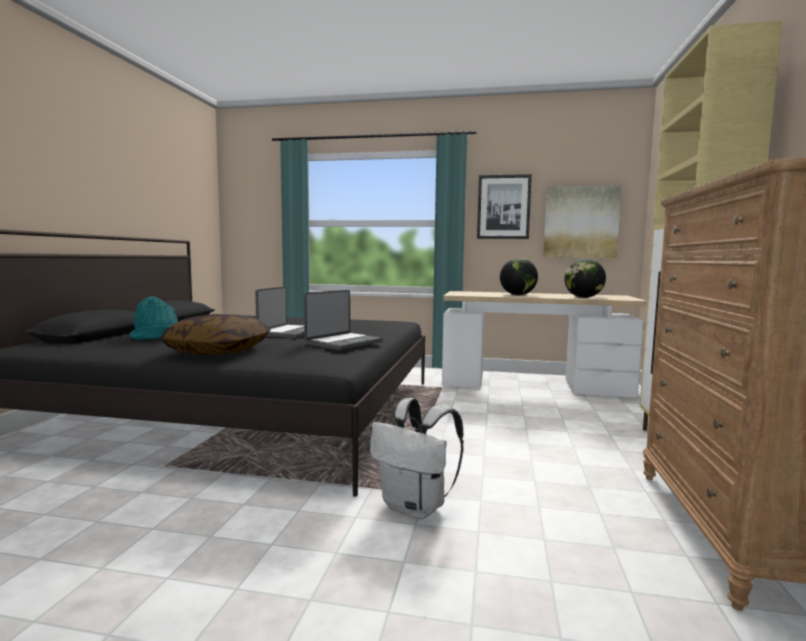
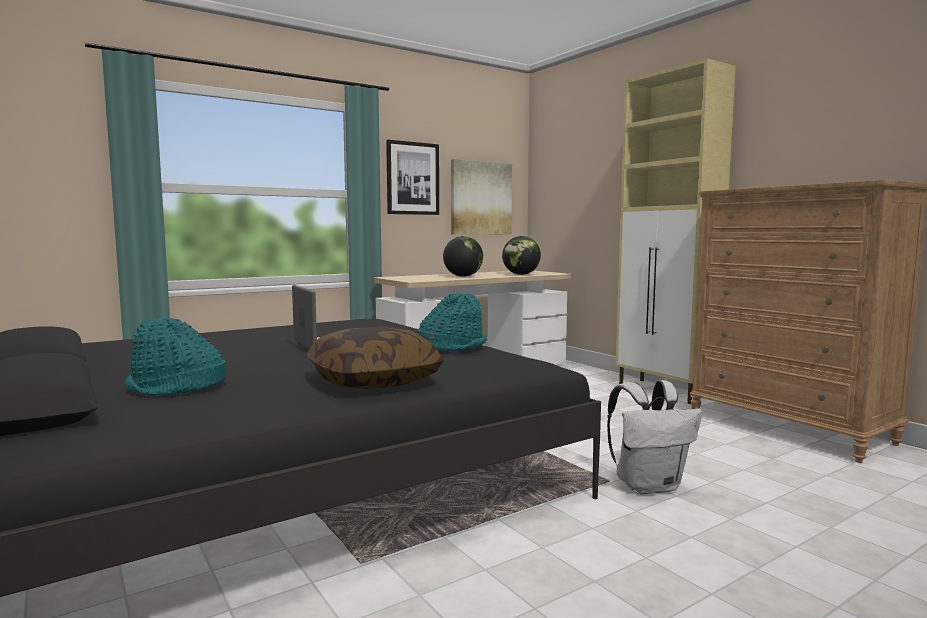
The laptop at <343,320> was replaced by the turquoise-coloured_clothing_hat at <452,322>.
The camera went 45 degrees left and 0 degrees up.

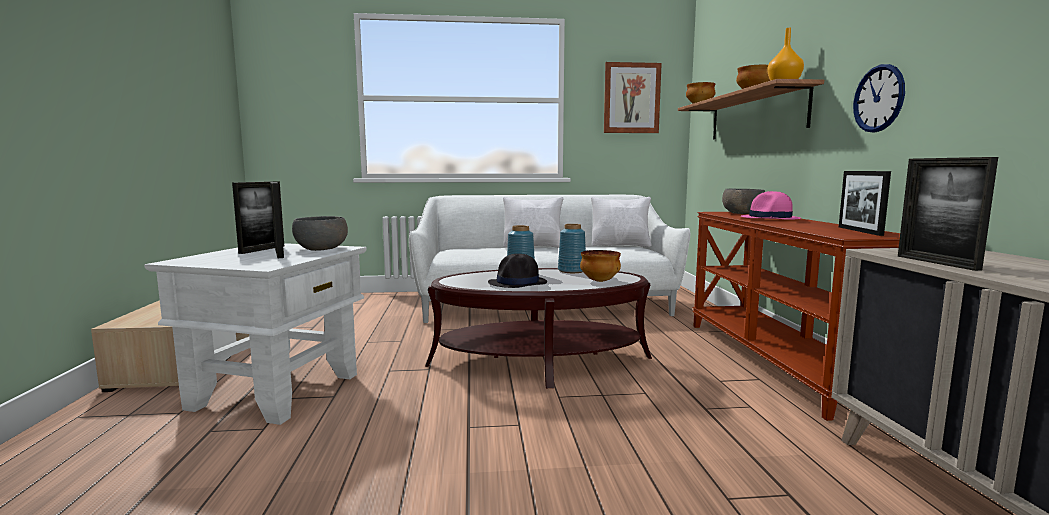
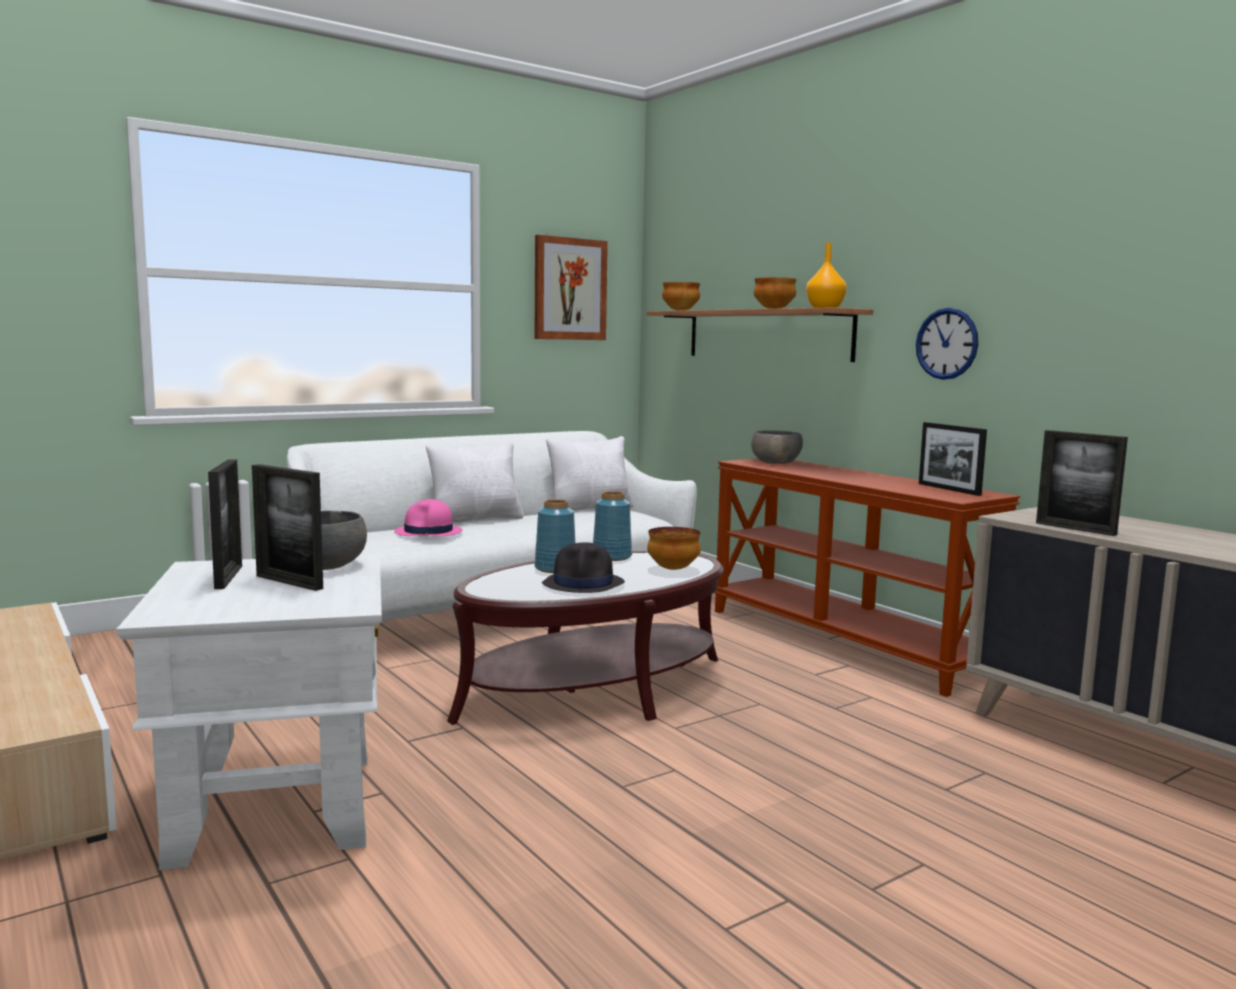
The pink-coloured_clothing_hat moved from <771,205> to <428,517>.
The camera went 30 degrees left and 0 degrees up.

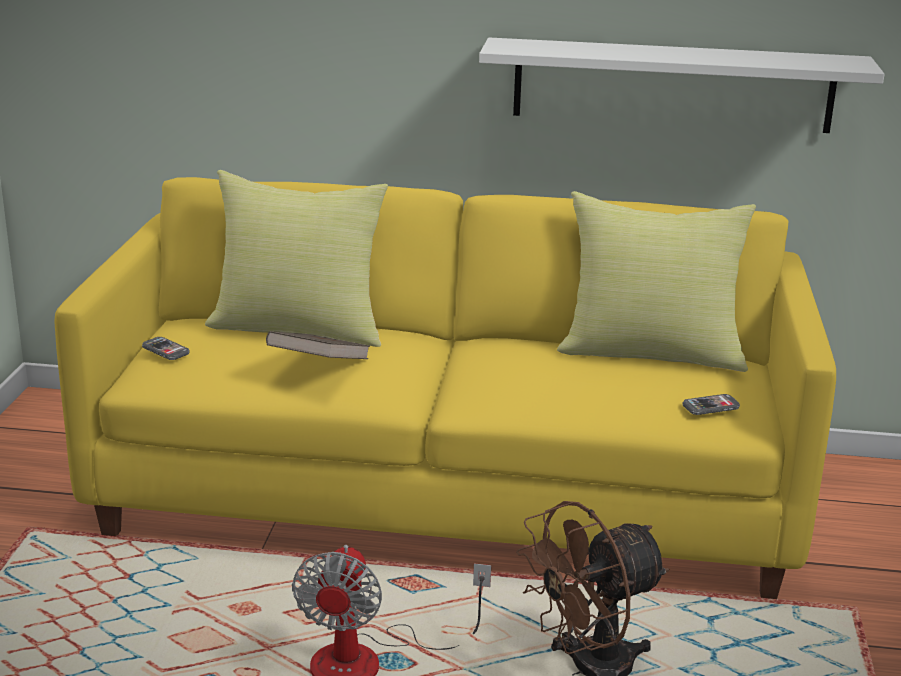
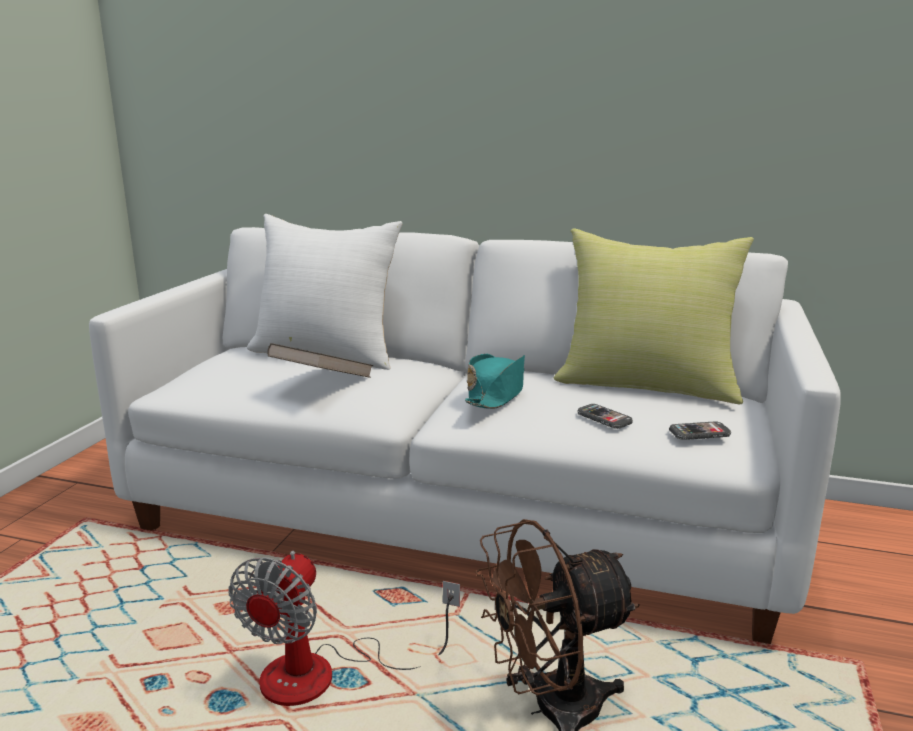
The yellow-coloured_sofa at <445,388> became the white_sofa at <465,435>.
The yellow-coloured_pillow at <296,258> became the white_pillow at <325,292>.
The turquoise-coloured_clothing_hat at <495,381> appeared.
The telephone moved from <166,348> to <605,416>.
The white_shelf at <682,85> disappeared.
The camera went 10 degrees right and 5 degrees down.

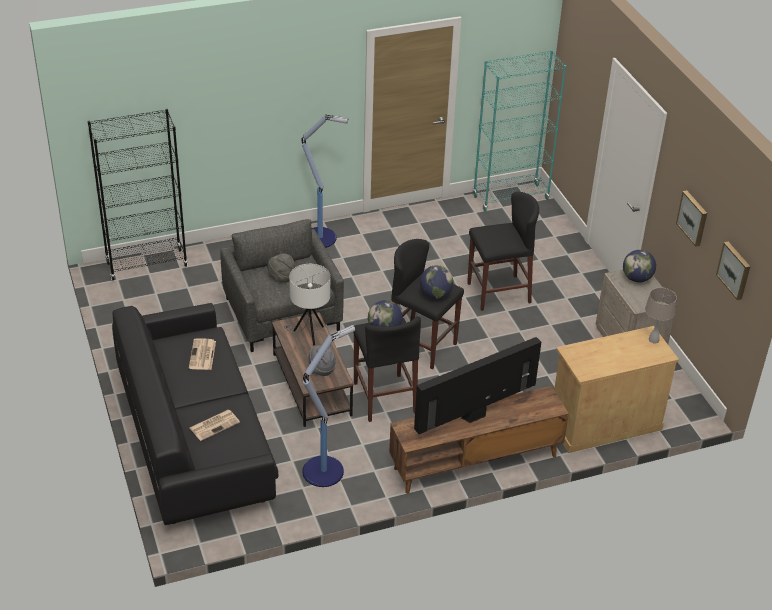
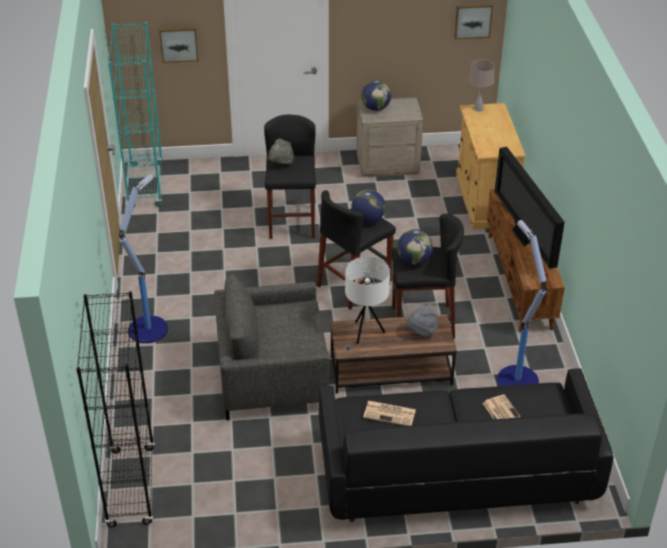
The wall_art moved from <691,219> to <178,45>.
The grey_clothing_hat moved from <281,267> to <281,151>.
The camera went 75 degrees left and 0 degrees up.

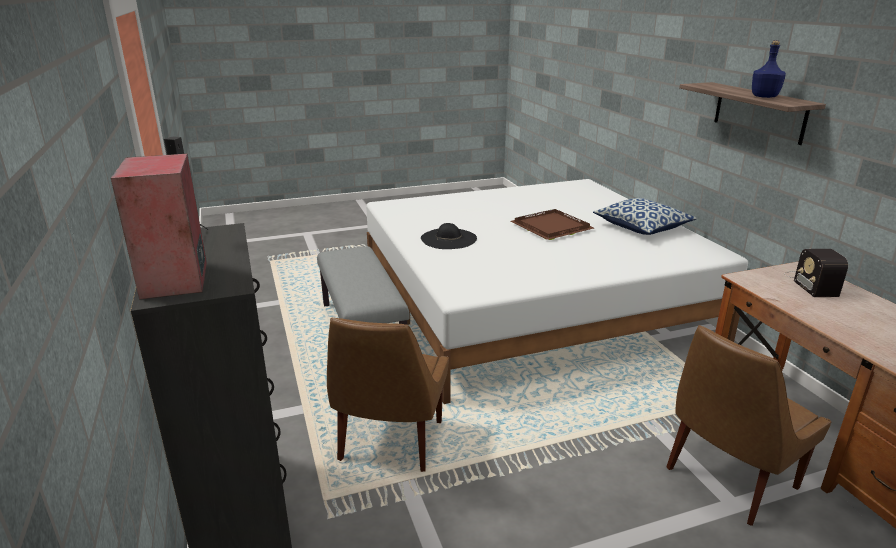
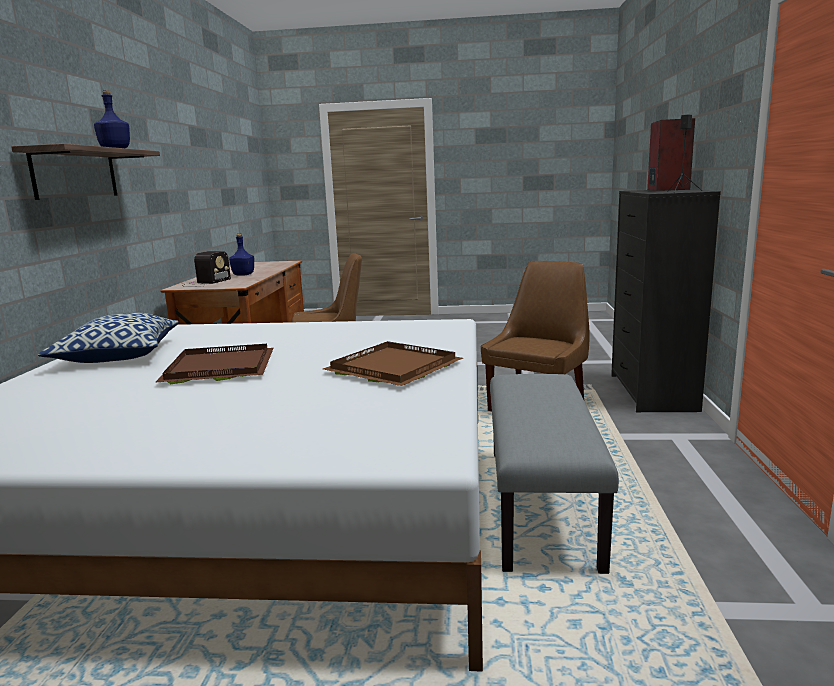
The bluish_drink_bottle at <241,254> appeared.
The blackish_clothing_hat at <449,236> was replaced by the brown-coloured_tray at <393,363>.
The camera went 155 degrees left and 10 degrees down.

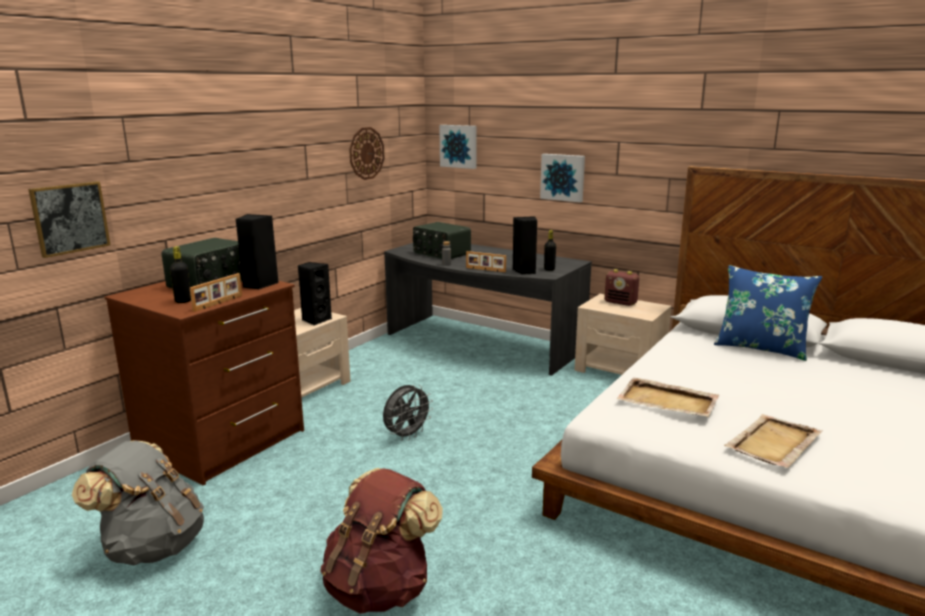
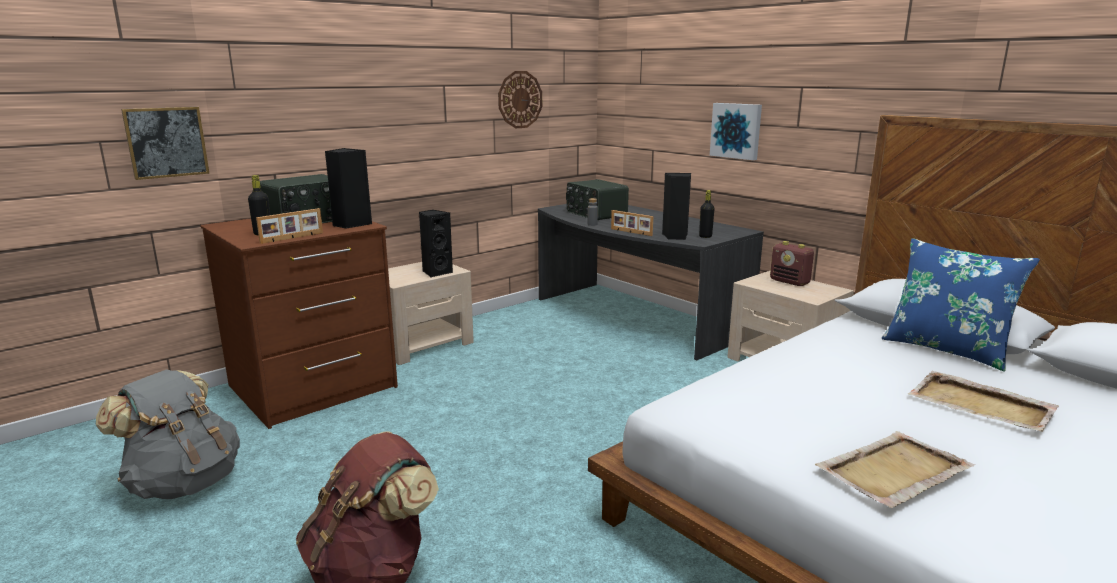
The beige-coloured_tray moved from <668,397> to <983,401>.
The grey_electric_fan at <408,413> disappeared.
The wall_art at <458,147> disappeared.
The camera went 15 degrees right and 0 degrees up.

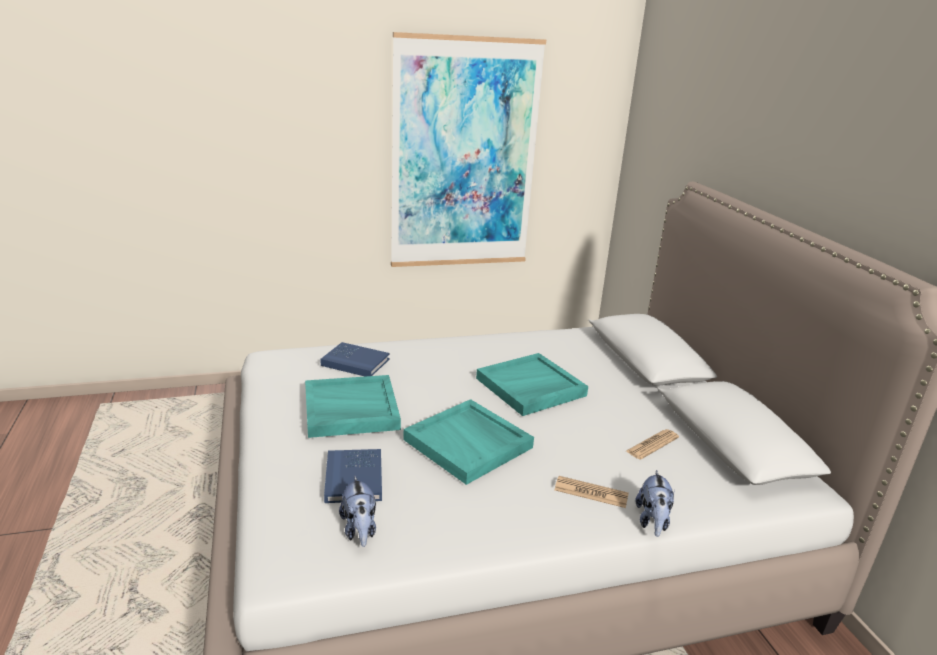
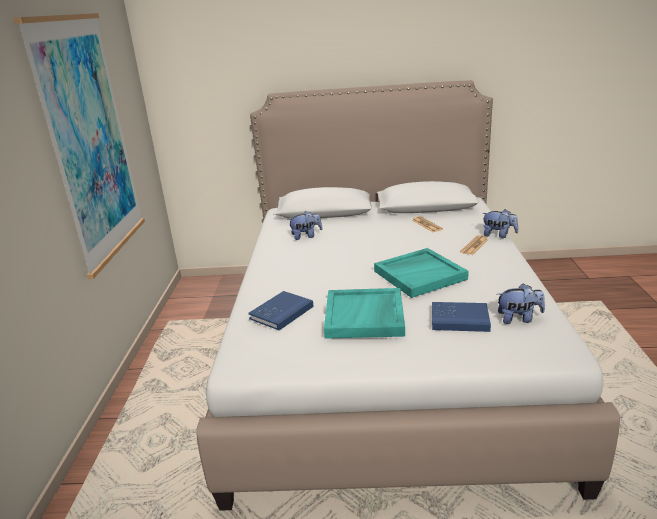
The soft_toy at <305,225> appeared.
The turquoise-coloured_tray at <532,384> disappeared.
The camera went 70 degrees left and 0 degrees up.

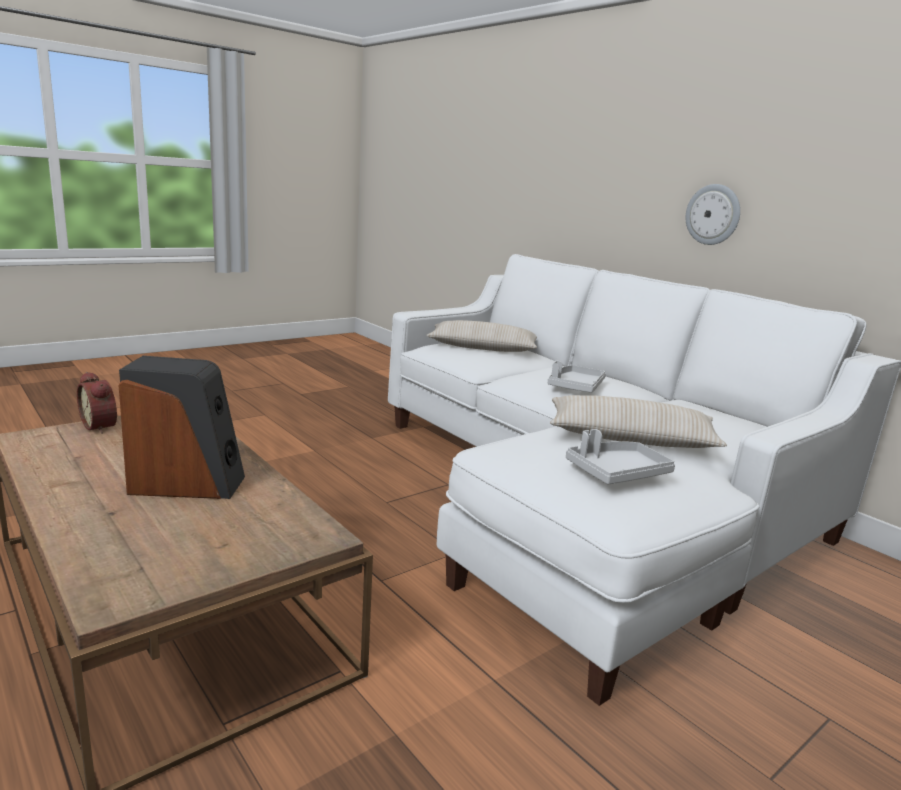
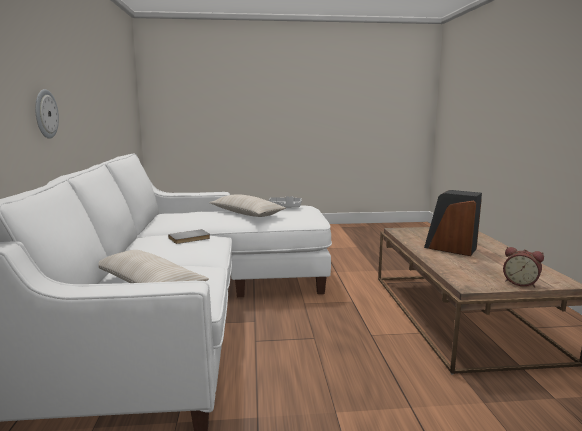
The grey_tray at <577,377> was replaced by the grey_volume at <189,236>.
The table_clock at <97,403> turned 135 degrees clockwise.
The camera went 145 degrees left and 5 degrees down.

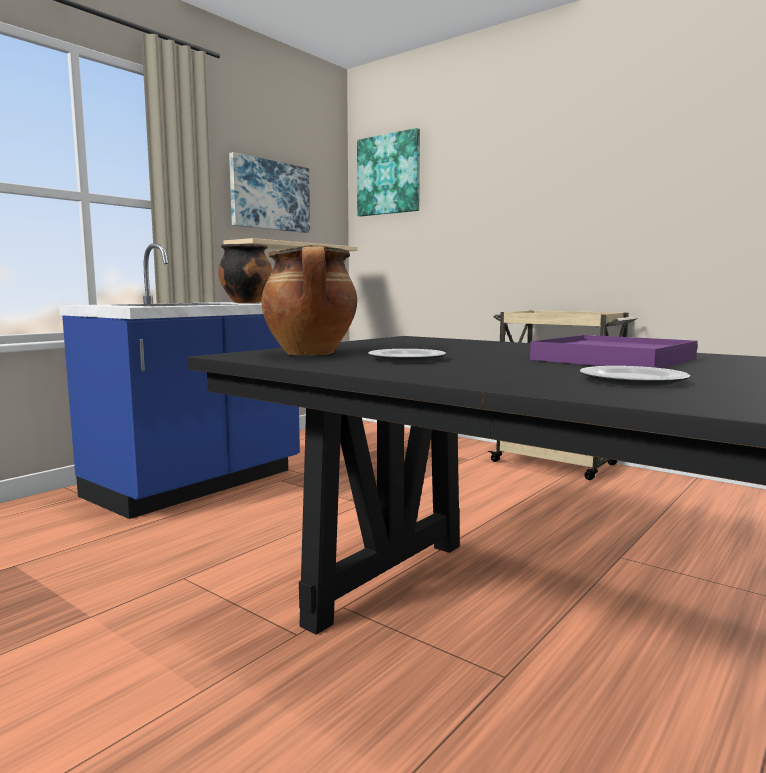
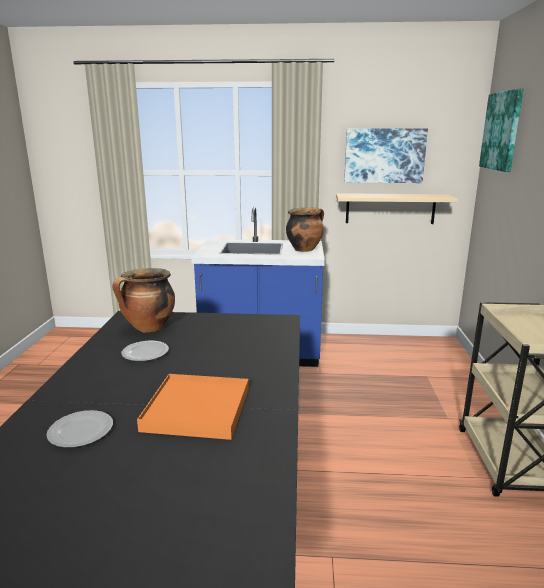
The purple_tray at <614,351> became the orangey_tray at <193,407>.
The camera went 55 degrees right and 10 degrees up.

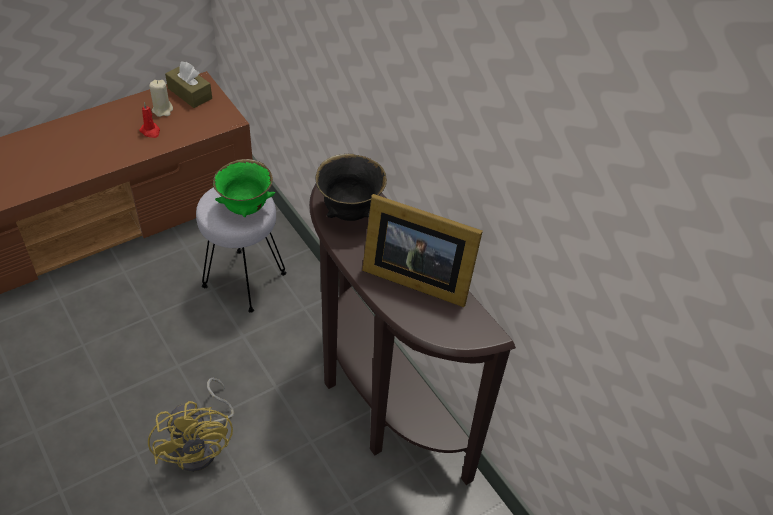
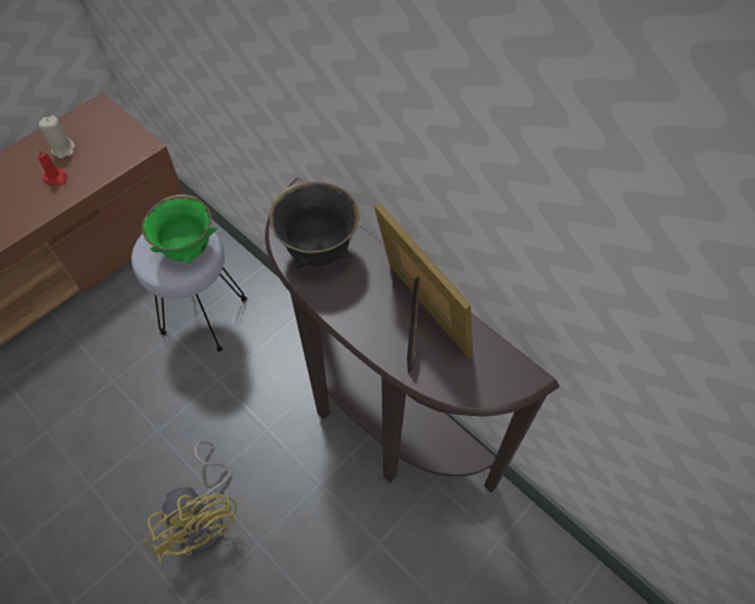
The photo_frame at <422,250> turned 135 degrees counterclockwise.
The brown-coloured_tissue_box at <188,84> disappeared.
The camera went 10 degrees left and 10 degrees up.

